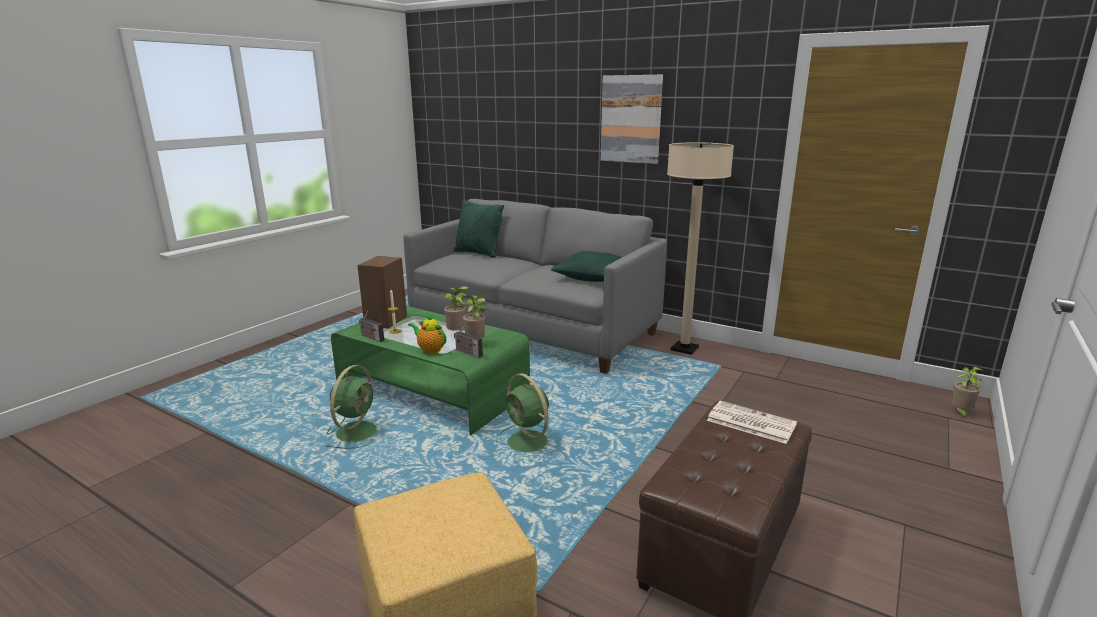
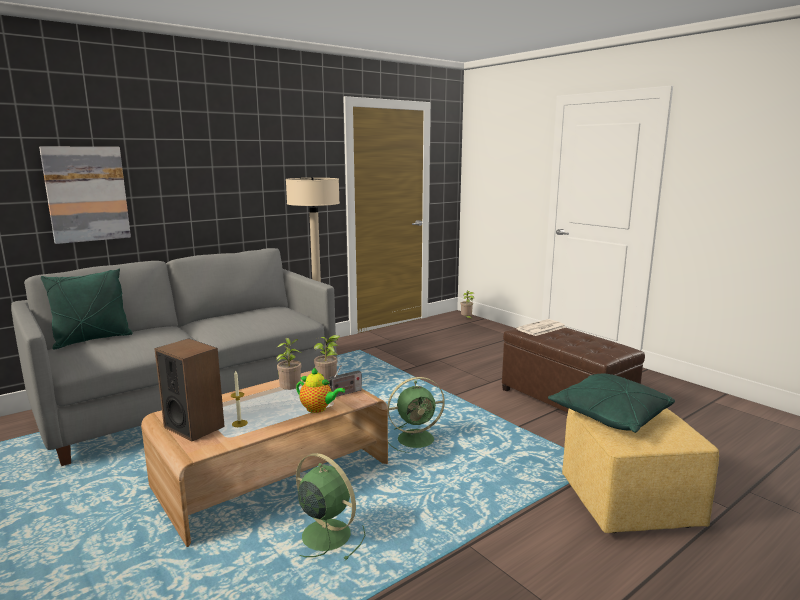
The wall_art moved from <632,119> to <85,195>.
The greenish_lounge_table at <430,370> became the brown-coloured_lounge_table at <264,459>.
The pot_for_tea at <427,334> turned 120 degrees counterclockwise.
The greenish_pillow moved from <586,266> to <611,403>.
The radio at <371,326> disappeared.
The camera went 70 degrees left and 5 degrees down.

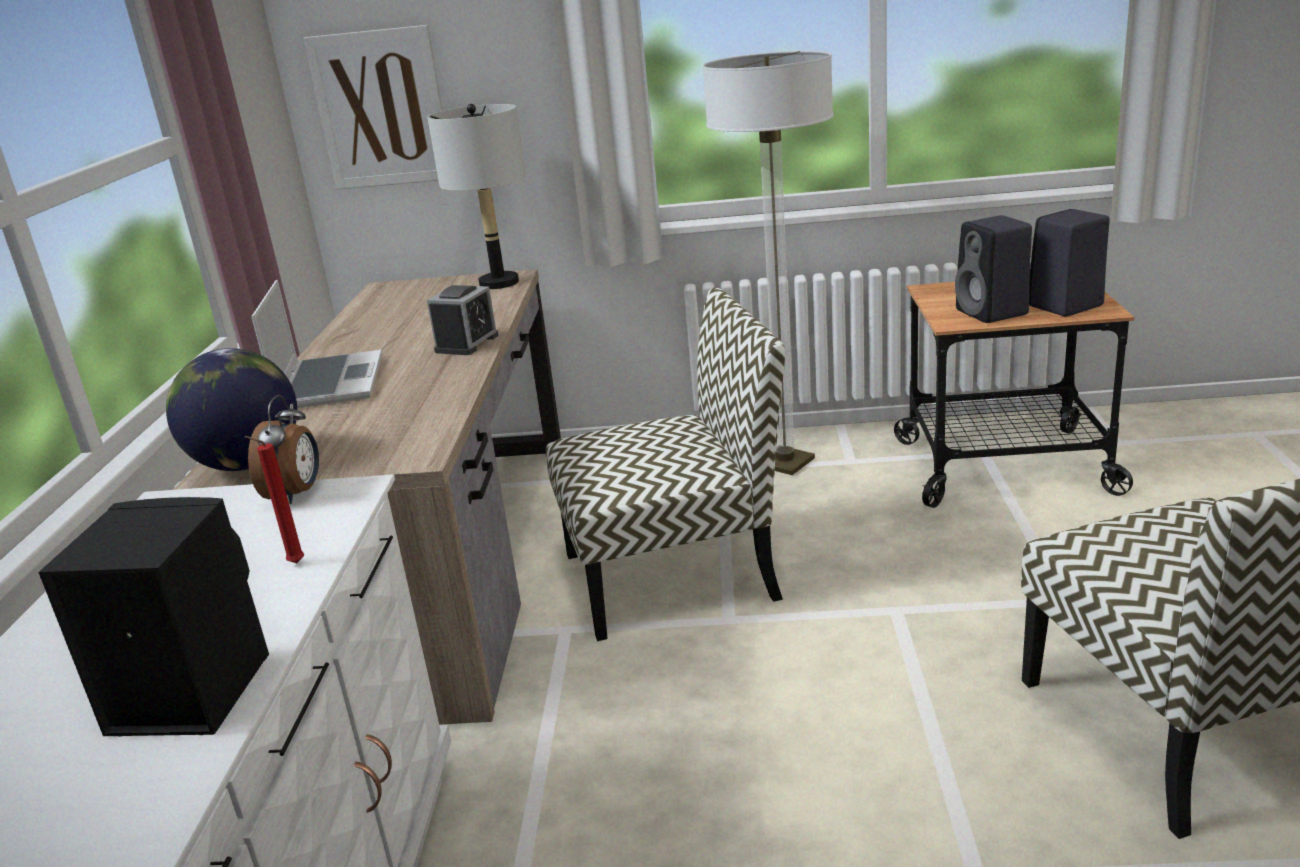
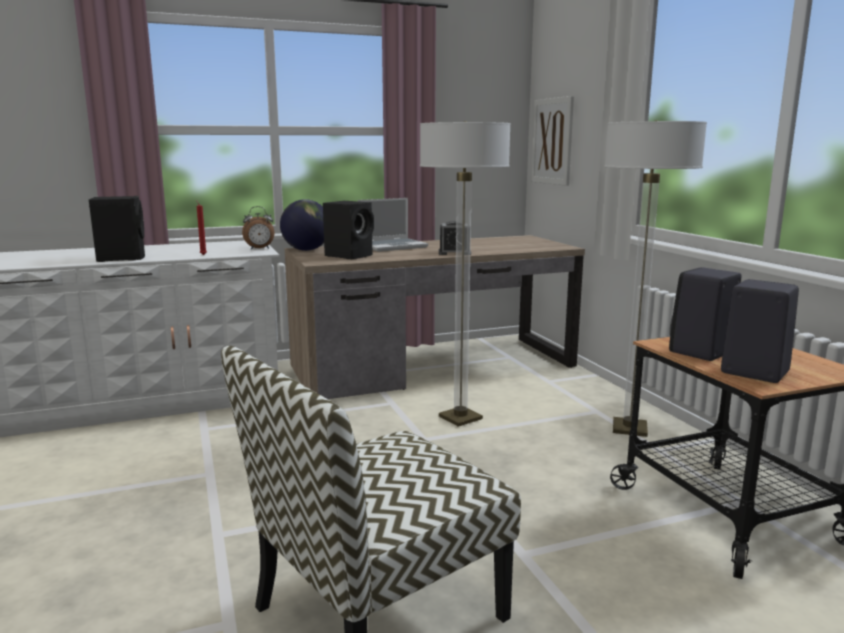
The blackish_speaker at <348,230> appeared.
The chair at <665,464> was replaced by the standing_lamp at <465,274>.
The grey_lamp_for_a_table at <476,196> disappeared.
The camera went 65 degrees right and 10 degrees down.

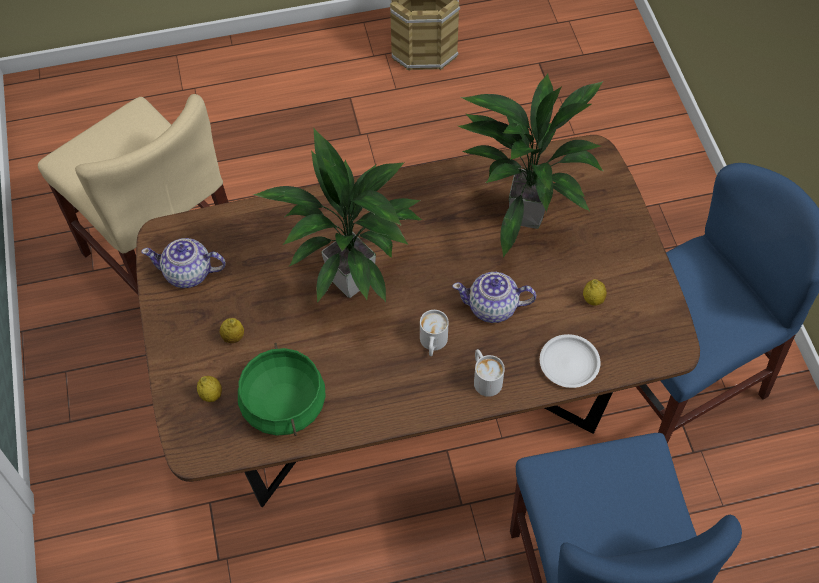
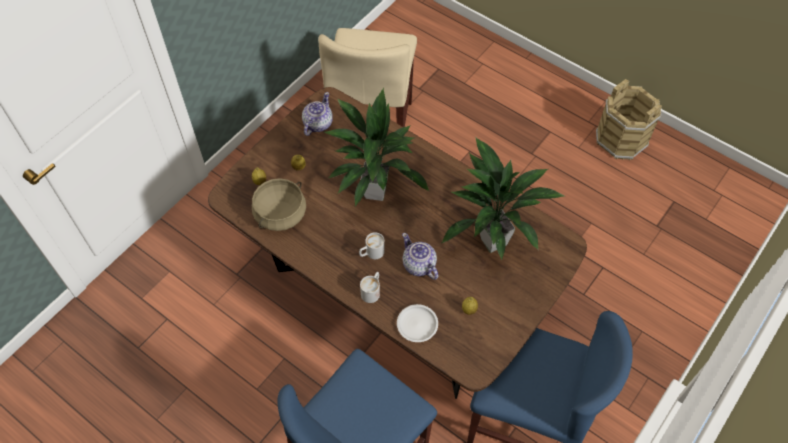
The greenish_cooking_pot at <282,389> became the beige-coloured_cooking_pot at <279,204>.
The pot_for_tea at <183,263> turned 60 degrees clockwise.
The camera went 50 degrees right and 0 degrees up.

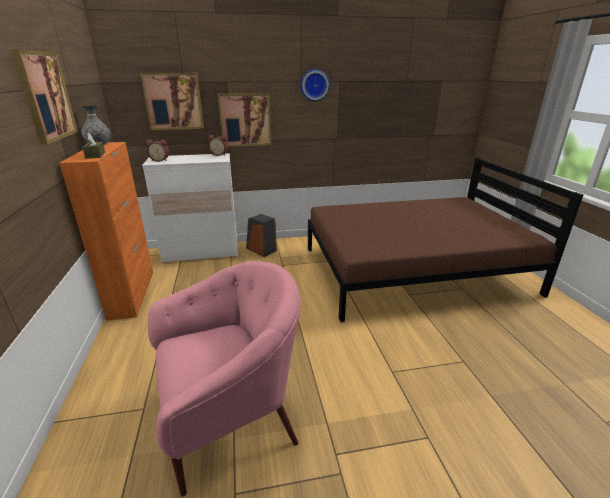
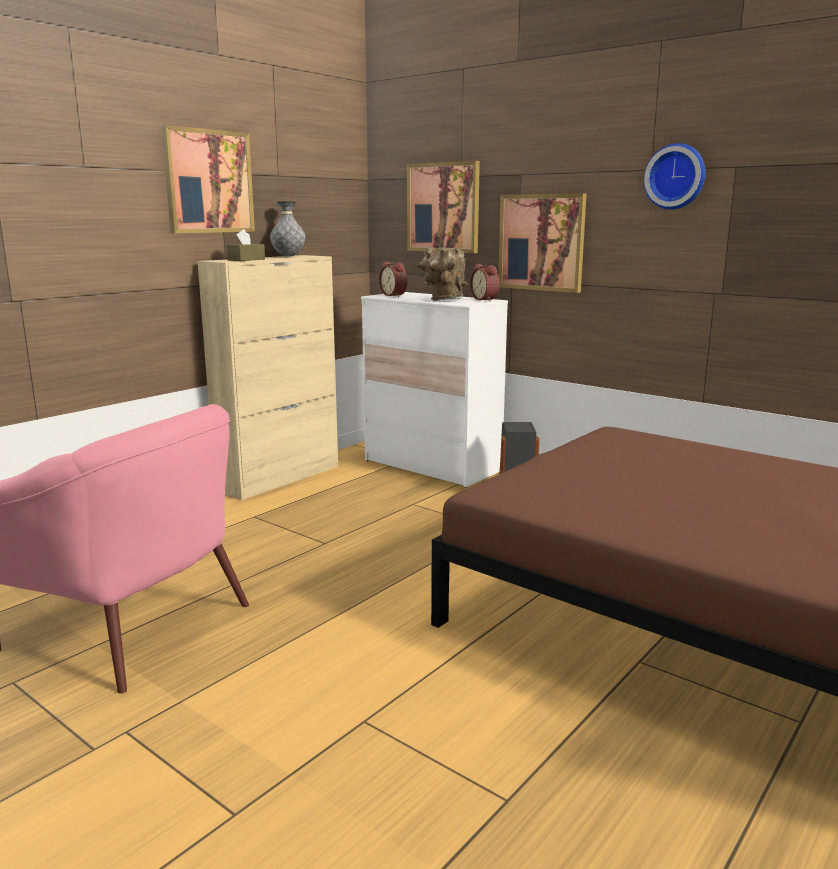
The orangey_cupboard at <106,231> became the beige-coloured_cupboard at <267,377>.
The brown-coloured_vase at <442,274> appeared.
The camera went 50 degrees right and 10 degrees down.

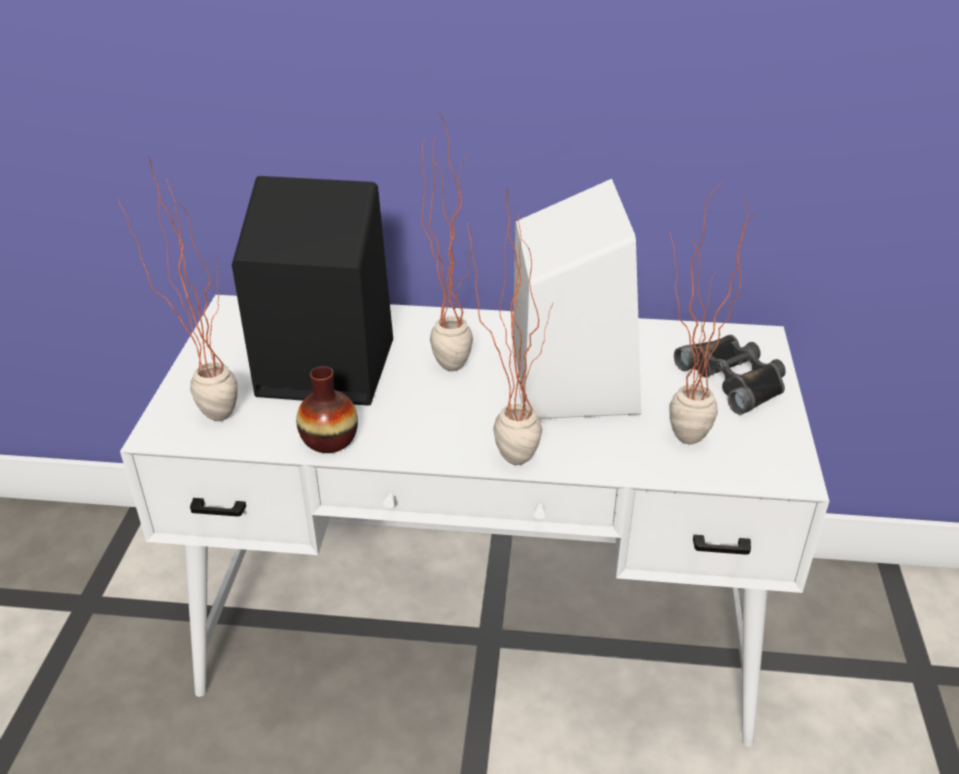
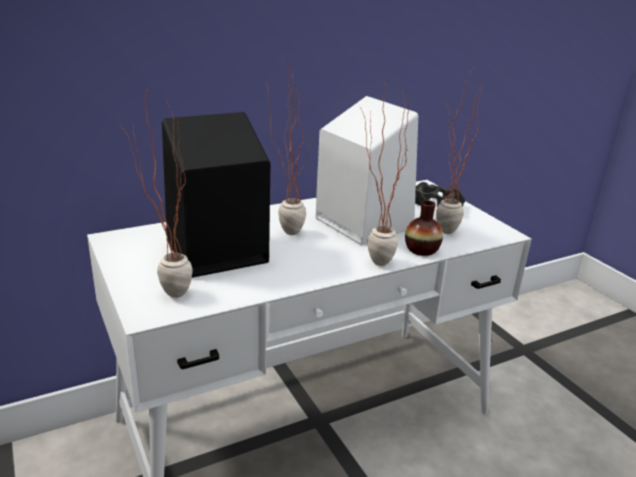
The vase moved from <327,409> to <424,228>.
The camera went 35 degrees left and 10 degrees down.

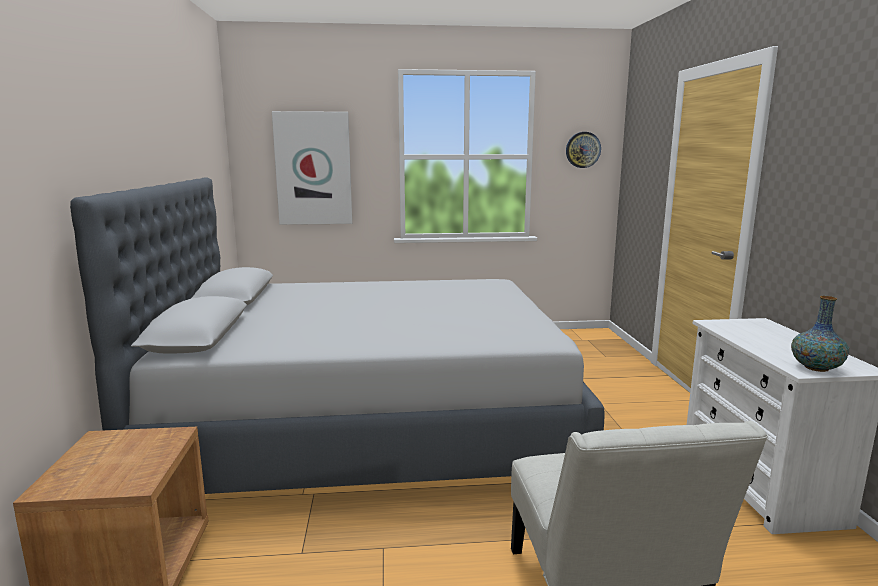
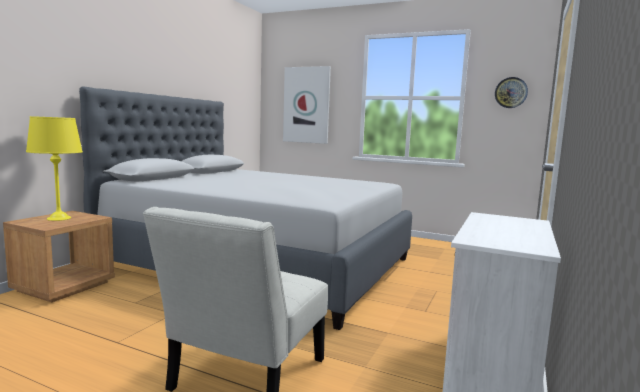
The yellow-coloured_lamp_for_a_table at <54,168> appeared.
The vase at <820,334> disappeared.
The camera went 30 degrees right and 5 degrees down.

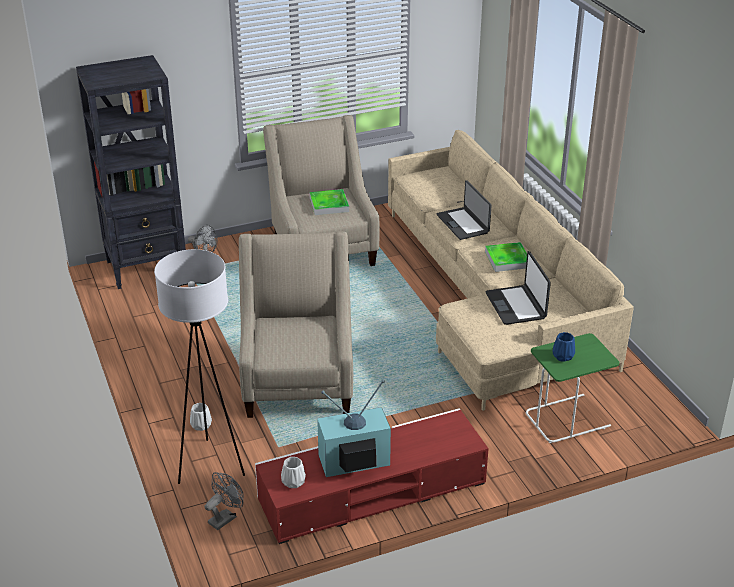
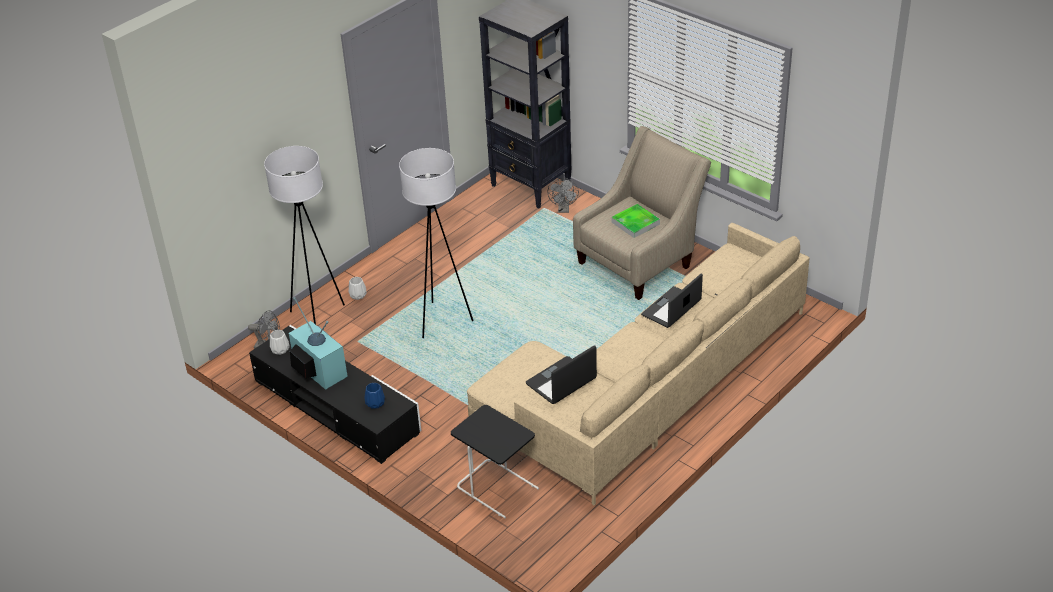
The red_tv_unit at <372,476> became the blackish_tv_unit at <335,394>.
The bluish_vase moved from <564,347> to <374,396>.
The beige-coloured_easy_chair at <296,324> was replaced by the white_standing_lamp at <436,243>.
The greenish_end_table at <572,388> became the blackish_end_table at <495,461>.
The tray at <506,257> disappeared.
The camera went 65 degrees right and 5 degrees up.

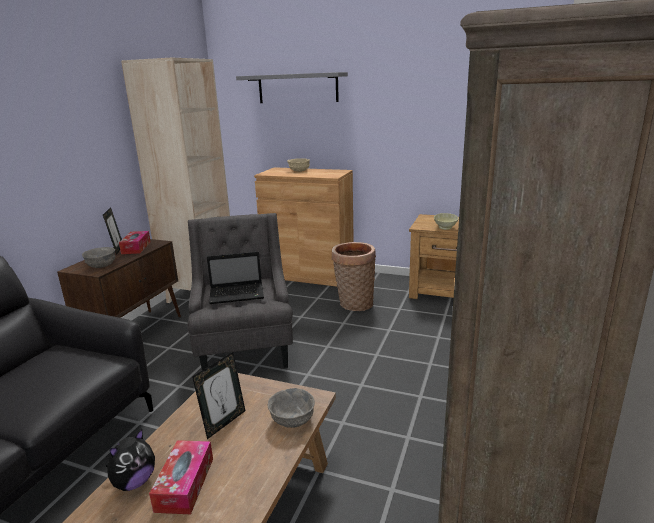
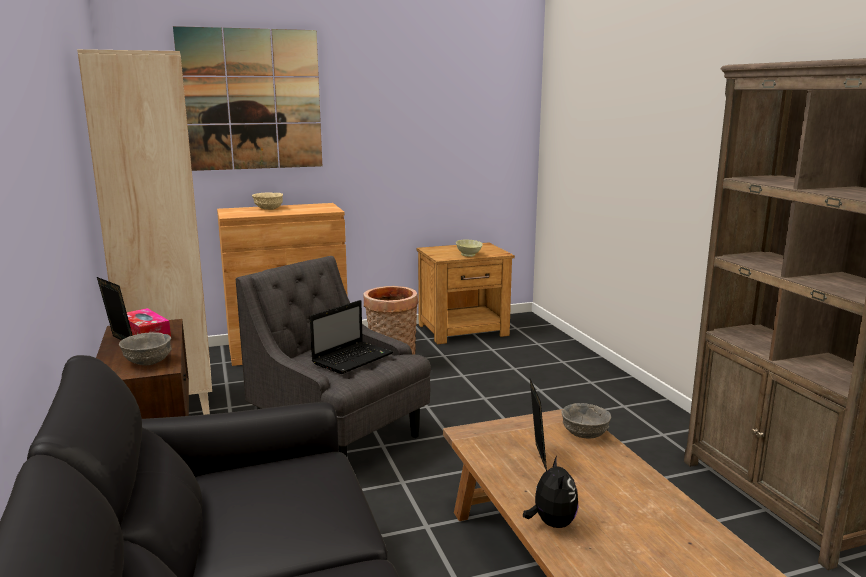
The grey_shelf at <292,87> was replaced by the wall_art at <247,98>.
The tissue_box at <181,477> disappeared.
The camera went 40 degrees left and 5 degrees down.

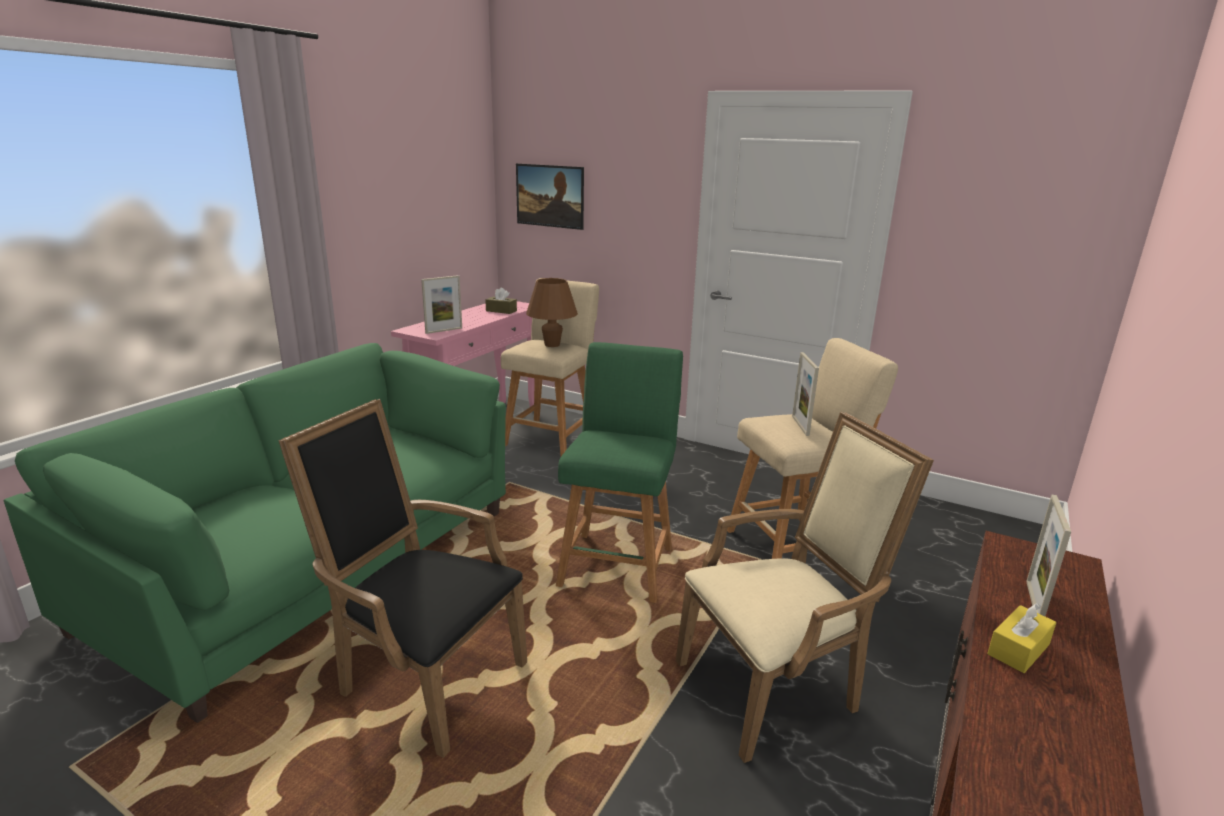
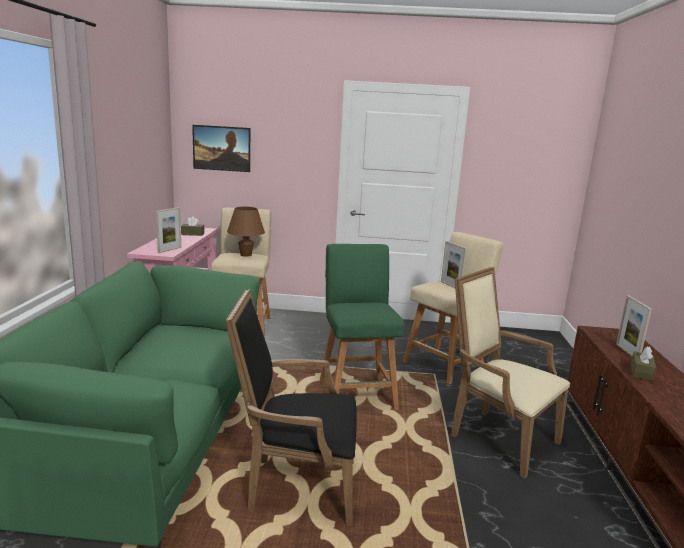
The beige-coloured_easy_chair at <805,587> turned 90 degrees counterclockwise.
The yellow-coloured_tissue_box at <1021,638> became the brown-coloured_tissue_box at <643,363>.
The camera went 25 degrees left and 5 degrees down.

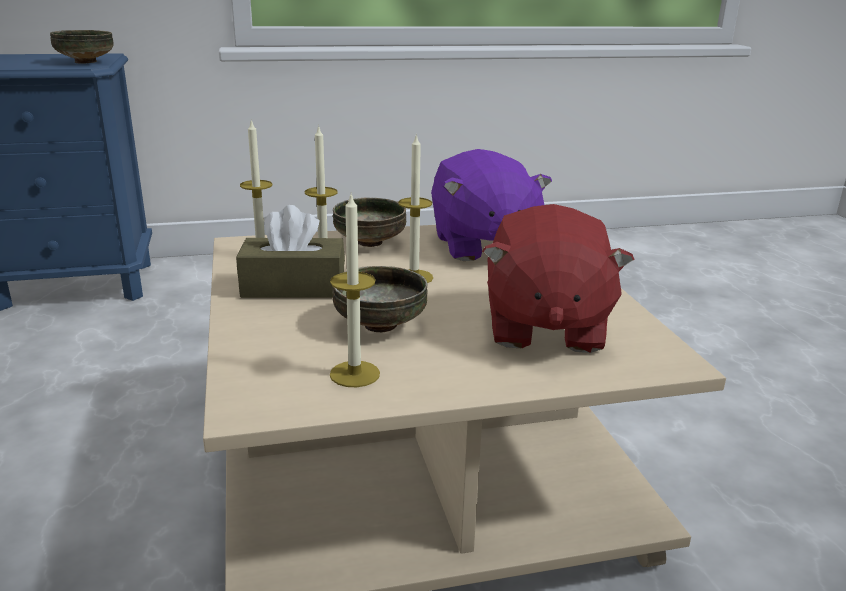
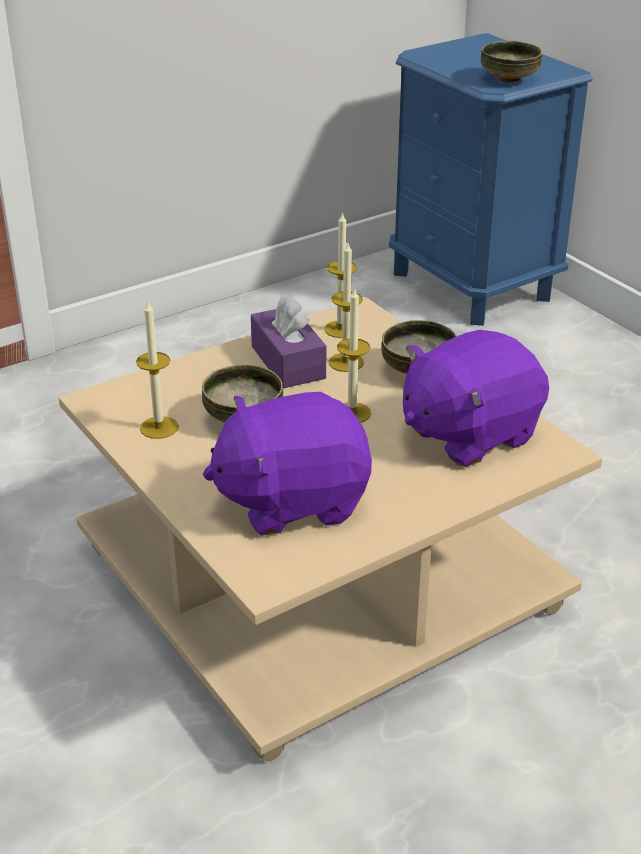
The red_soft_toy at <558,278> became the purple_soft_toy at <287,464>.
The brown-coloured_tissue_box at <290,251> became the purple_tissue_box at <288,341>.
The camera went 70 degrees right and 10 degrees up.

